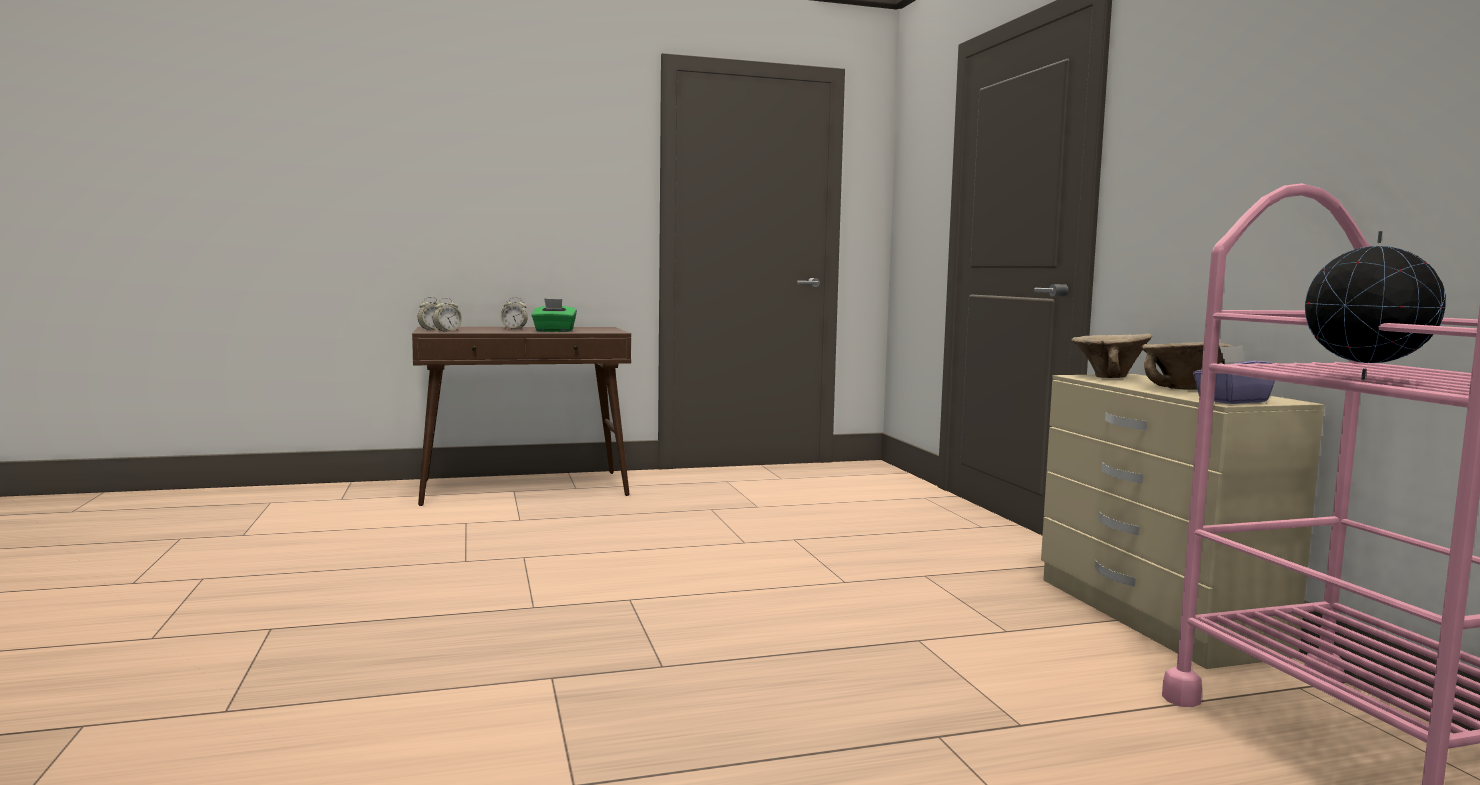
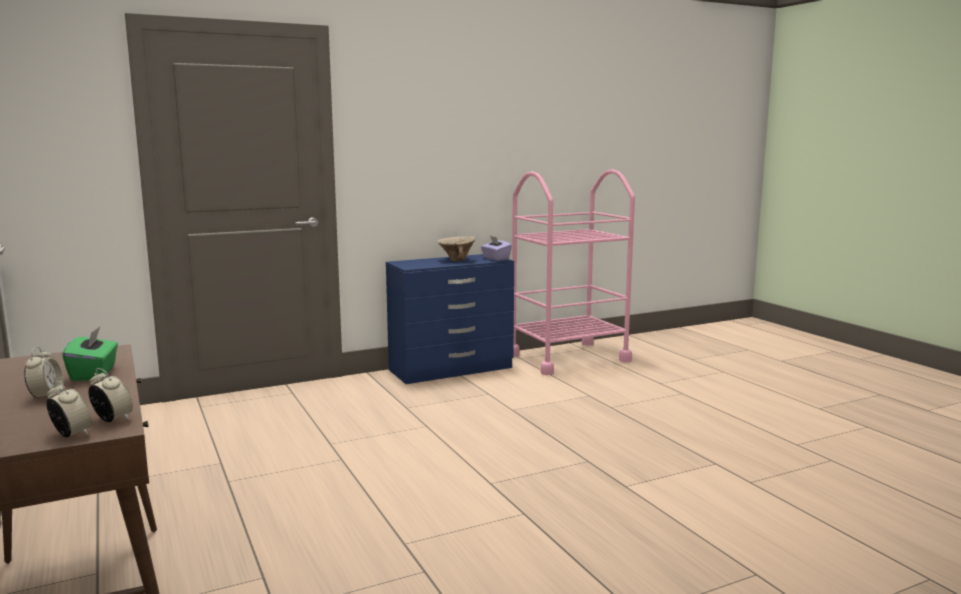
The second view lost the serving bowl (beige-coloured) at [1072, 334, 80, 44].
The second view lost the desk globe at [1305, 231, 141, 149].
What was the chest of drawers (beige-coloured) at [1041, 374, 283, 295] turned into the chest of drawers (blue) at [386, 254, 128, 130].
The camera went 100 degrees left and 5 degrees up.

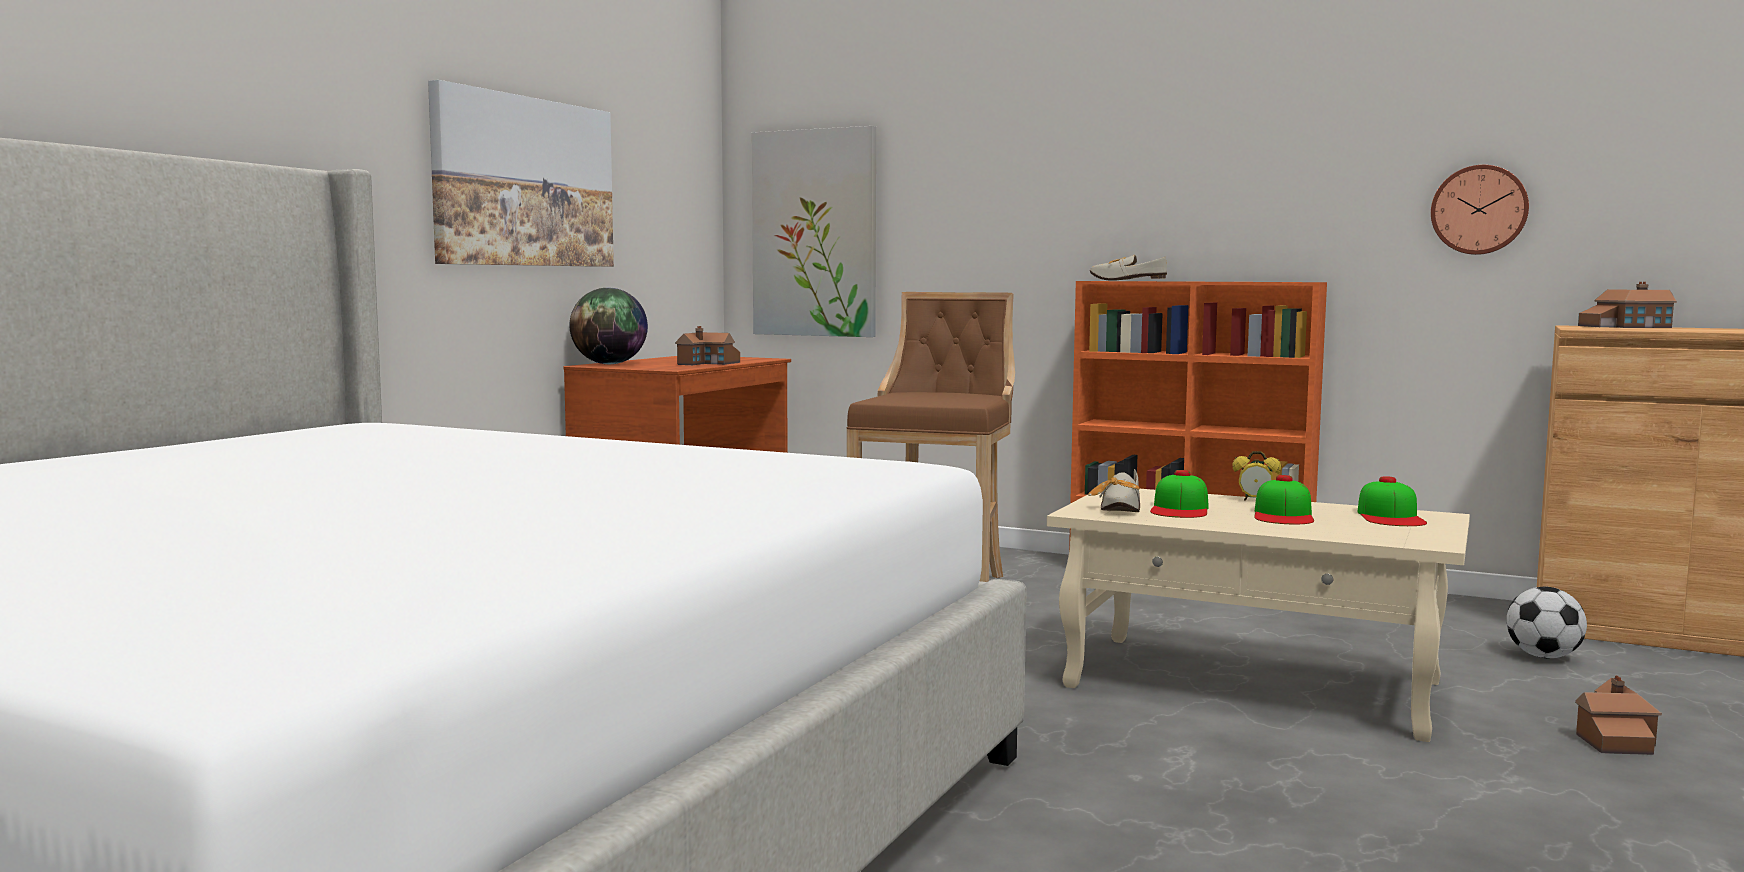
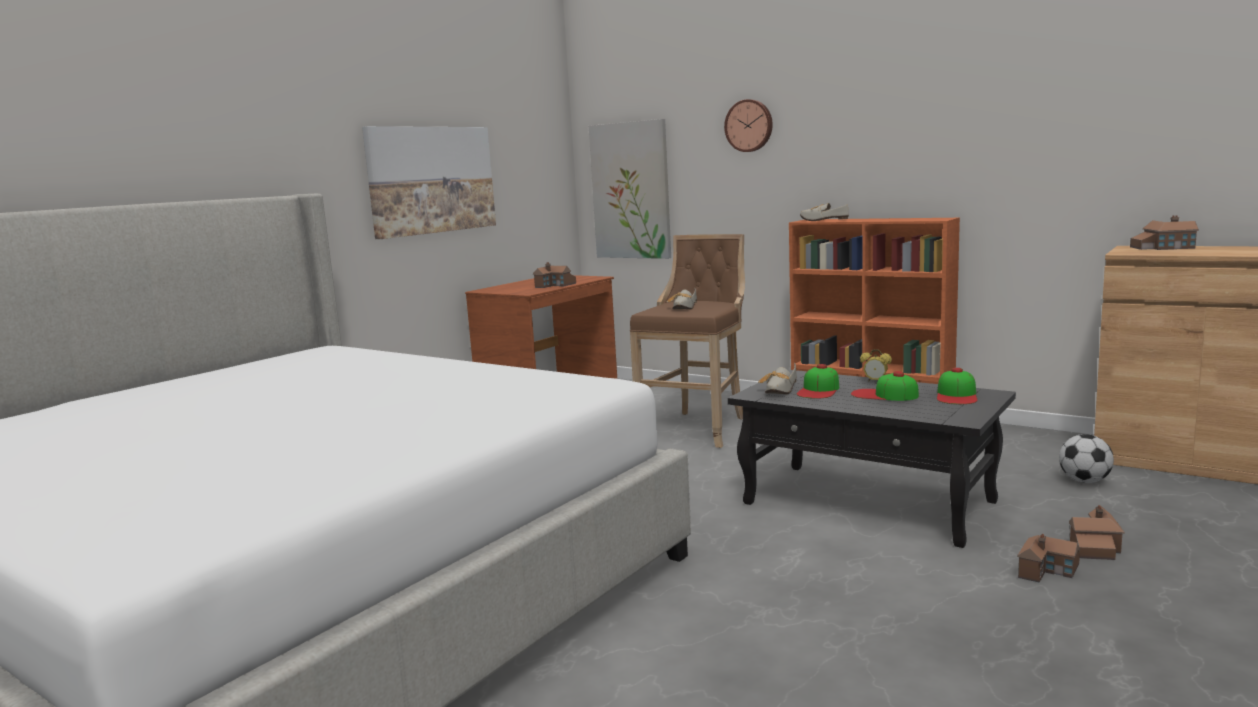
The second view lost the desk globe at [569, 288, 79, 76].
The second view gained the item of footwear at [667, 289, 30, 21].
The second view gained the toy house at [1017, 534, 63, 49].
The wall clock ended up elsewhere, having gone from [1431, 165, 98, 90] to [724, 99, 49, 53].
What was the lounge table (beige-coloured) at [1047, 489, 423, 253] turned into the lounge table (black) at [728, 369, 288, 179].
The peaked cap at [1254, 475, 60, 49] ended up facing another way, 90 degrees clockwise from before.
The camera went 10 degrees right and 5 degrees up.

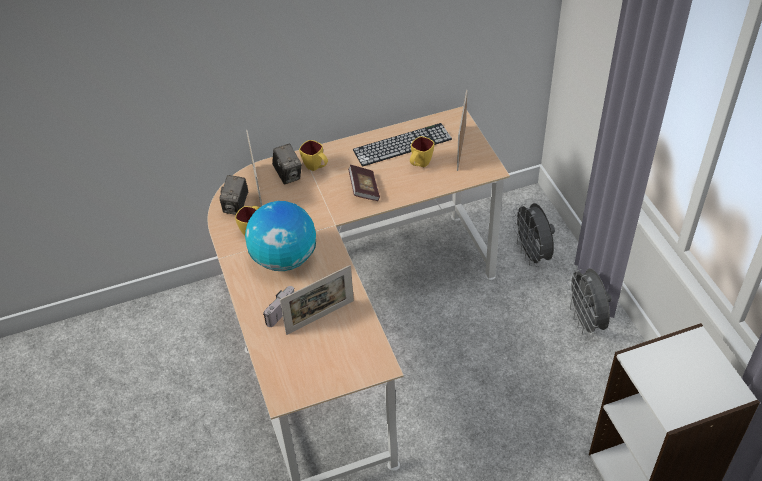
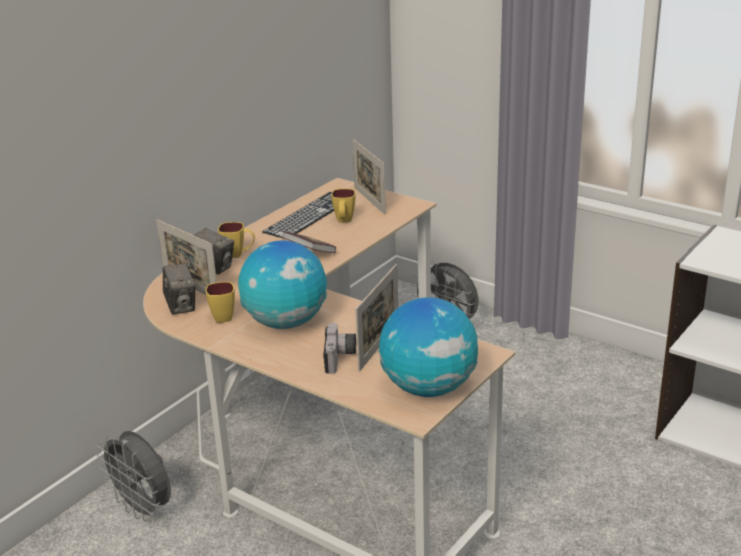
The second view gained the desk globe at [379, 297, 99, 100].
The electric fan (greyish) ended up elsewhere, having gone from [566, 268, 46, 69] to [97, 431, 74, 91].
The camera went 35 degrees left and 20 degrees down.

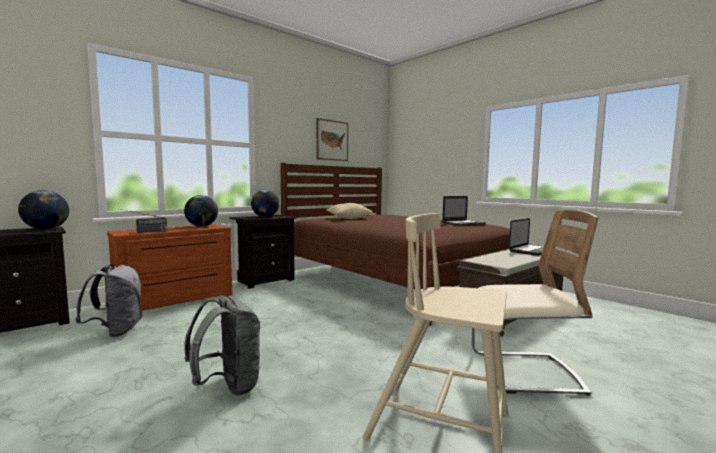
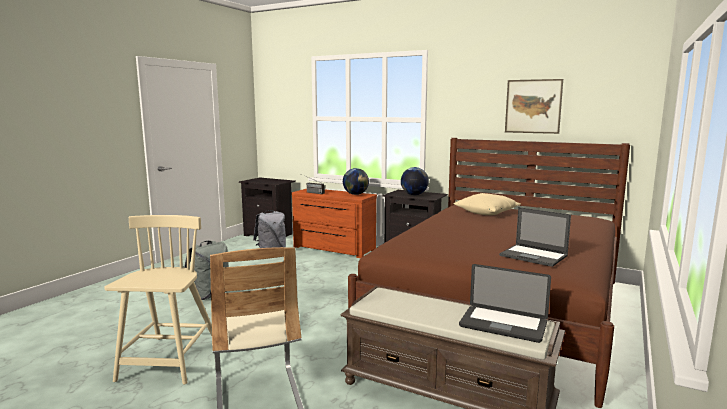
The second view lost the desk globe at [18, 190, 51, 40].
The camera went 70 degrees right and 5 degrees up.

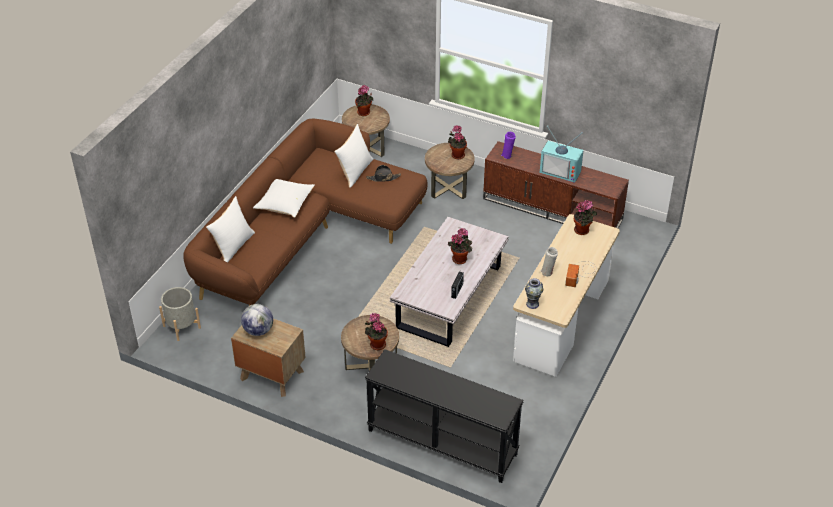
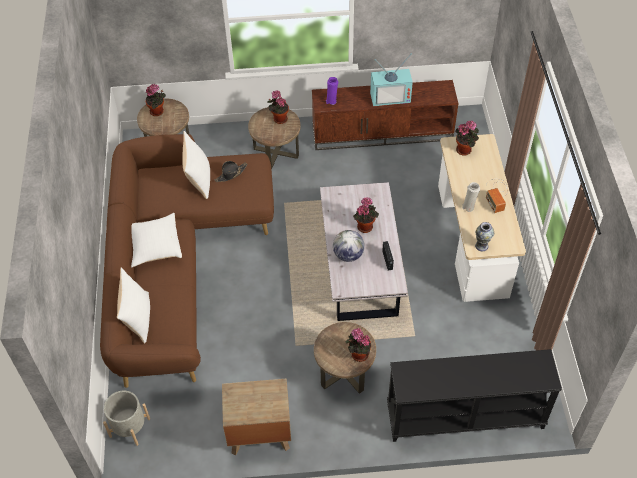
The desk globe ended up elsewhere, having gone from [241, 304, 32, 32] to [333, 230, 32, 32].
The camera went 30 degrees left and 10 degrees up.

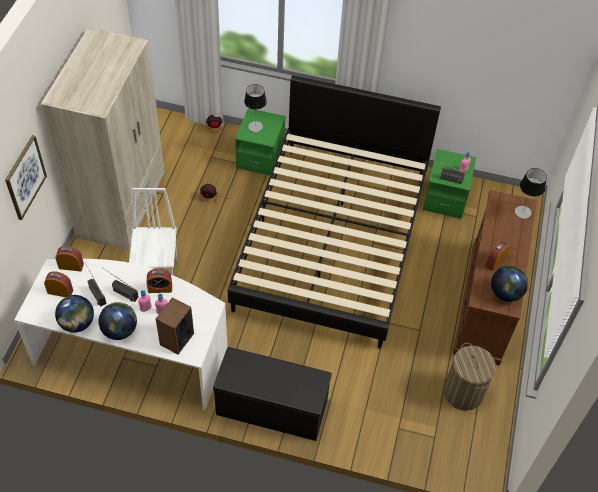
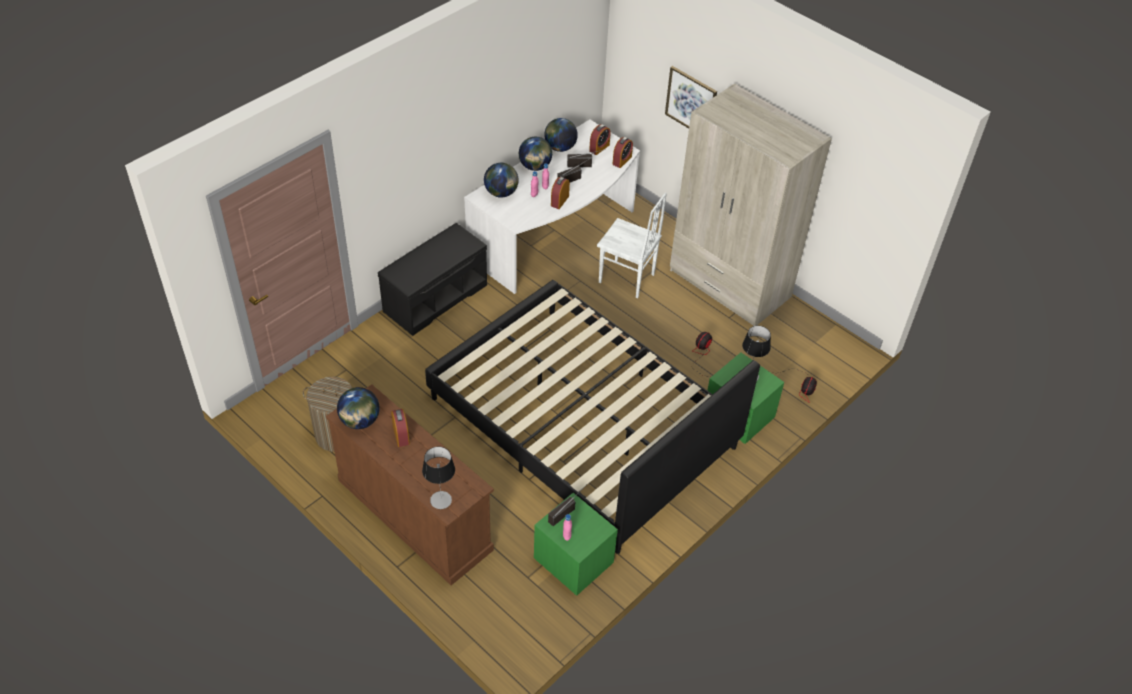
Where the audio speaker stood at [156, 297, 38, 58], the desk globe came to stand at [484, 163, 35, 35].
The camera went 120 degrees right and 5 degrees down.

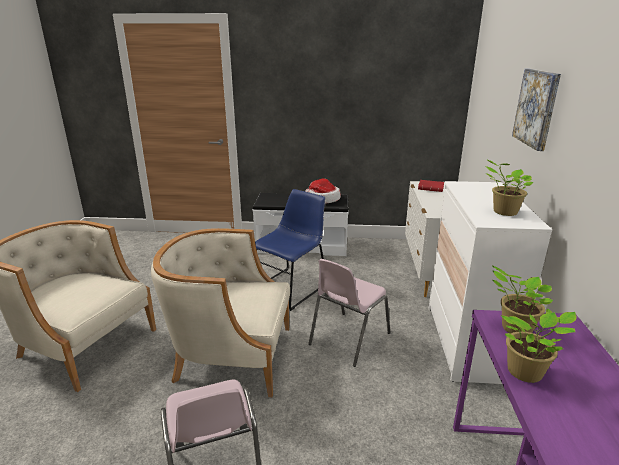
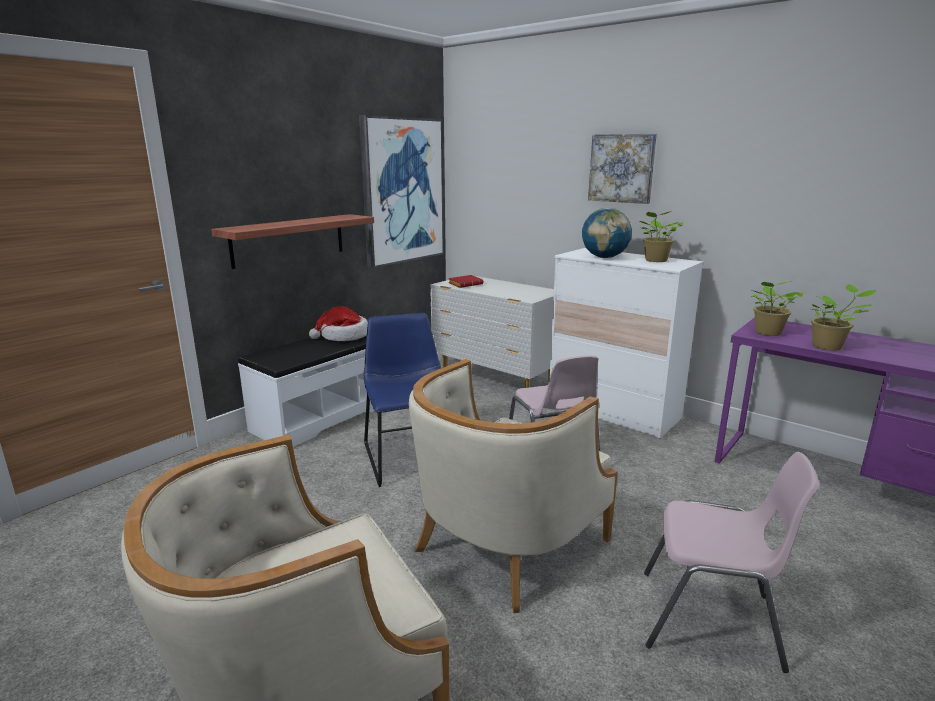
The second view gained the bracket shelf at [211, 214, 163, 55].
The second view gained the picture at [359, 115, 85, 153].
The second view gained the desk globe at [582, 208, 50, 50].
The camera went 55 degrees left and 5 degrees down.

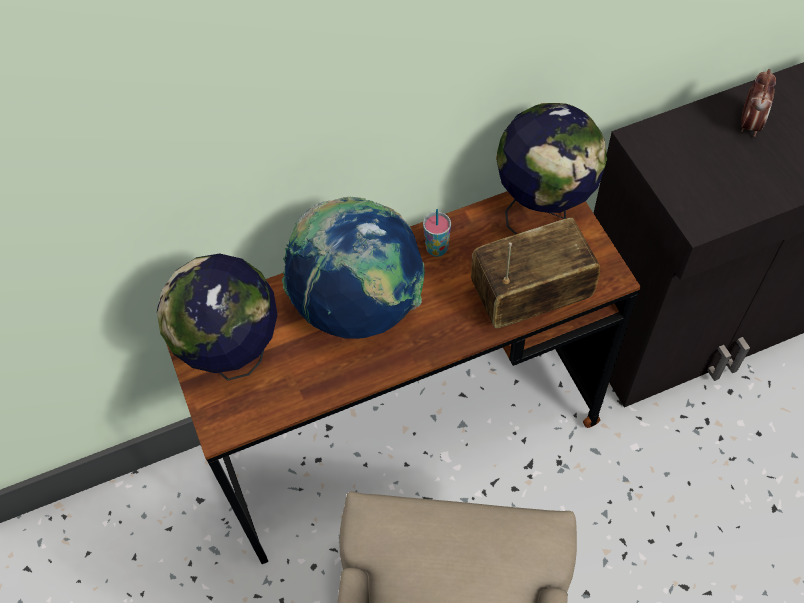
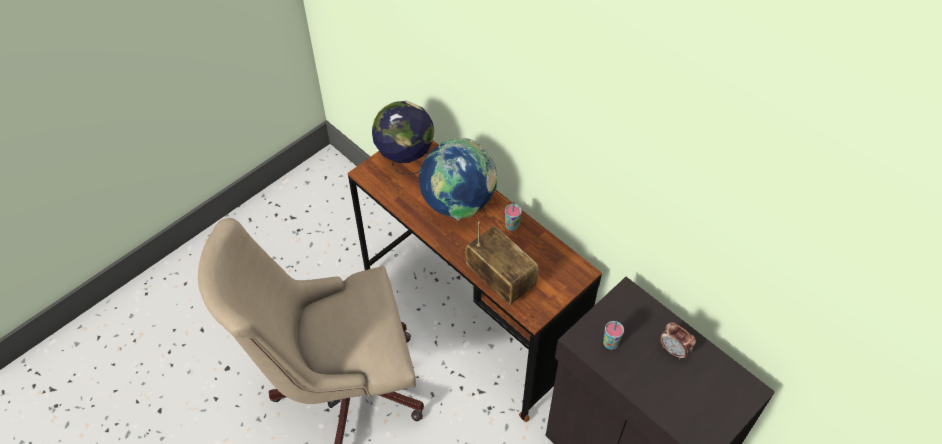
The second view lost the desk globe at [496, 103, 111, 132].
The second view gained the small cup at [603, 321, 21, 29].
The alarm clock at [741, 69, 35, 68] ended up facing another way, 45 degrees clockwise from before.
The camera went 65 degrees right and 5 degrees down.

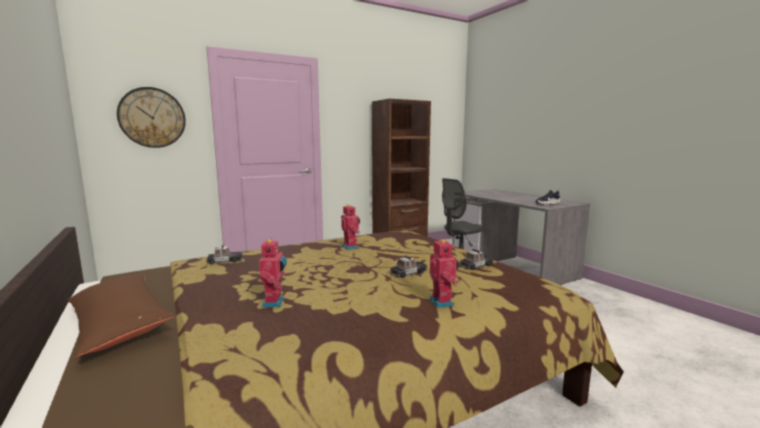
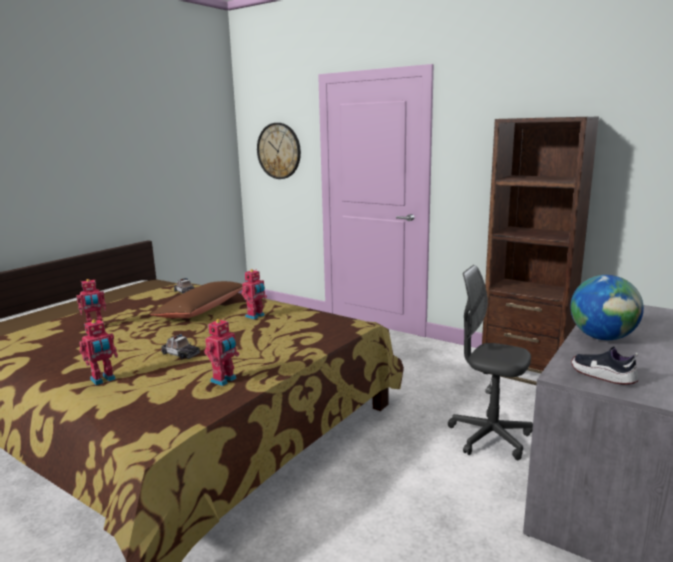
The second view gained the desk globe at [570, 275, 74, 65].
The throw pillow (brown-coloured) ended up elsewhere, having gone from [68, 274, 106, 83] to [150, 281, 93, 37].
Where the model car stood at [459, 249, 35, 21], the model robot came to stand at [204, 318, 35, 68].
The camera went 65 degrees right and 5 degrees up.

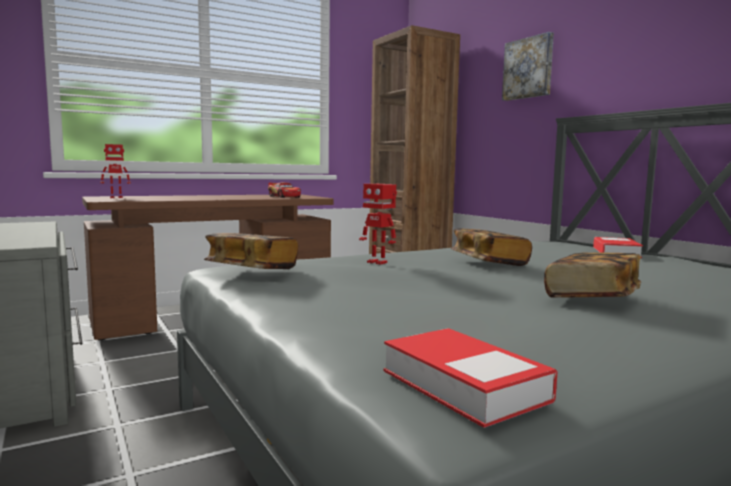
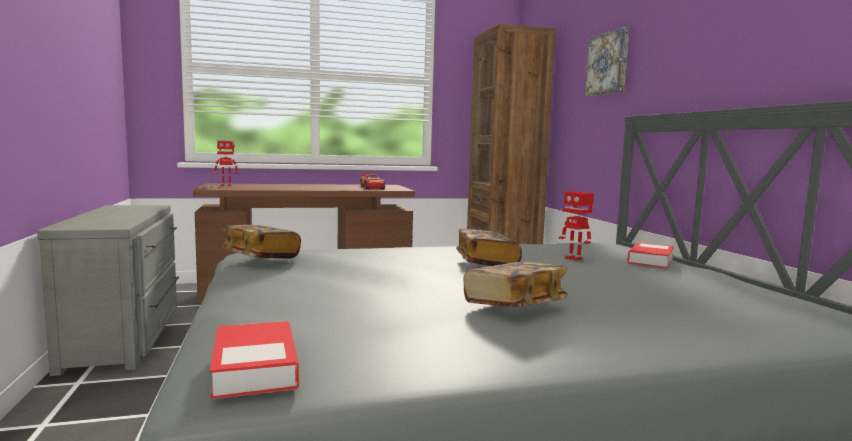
The model robot ended up elsewhere, having gone from [359, 184, 38, 81] to [559, 191, 35, 70].
The camera went 15 degrees right and 0 degrees up.

